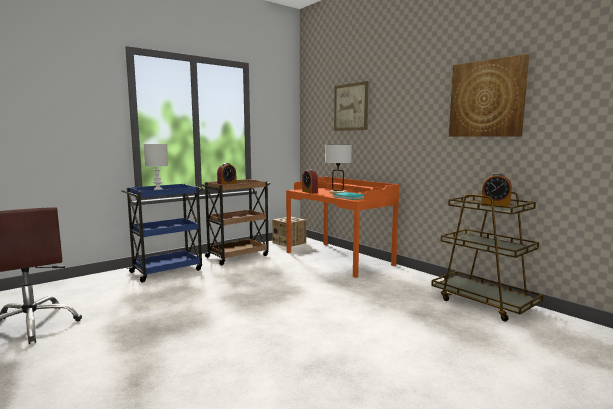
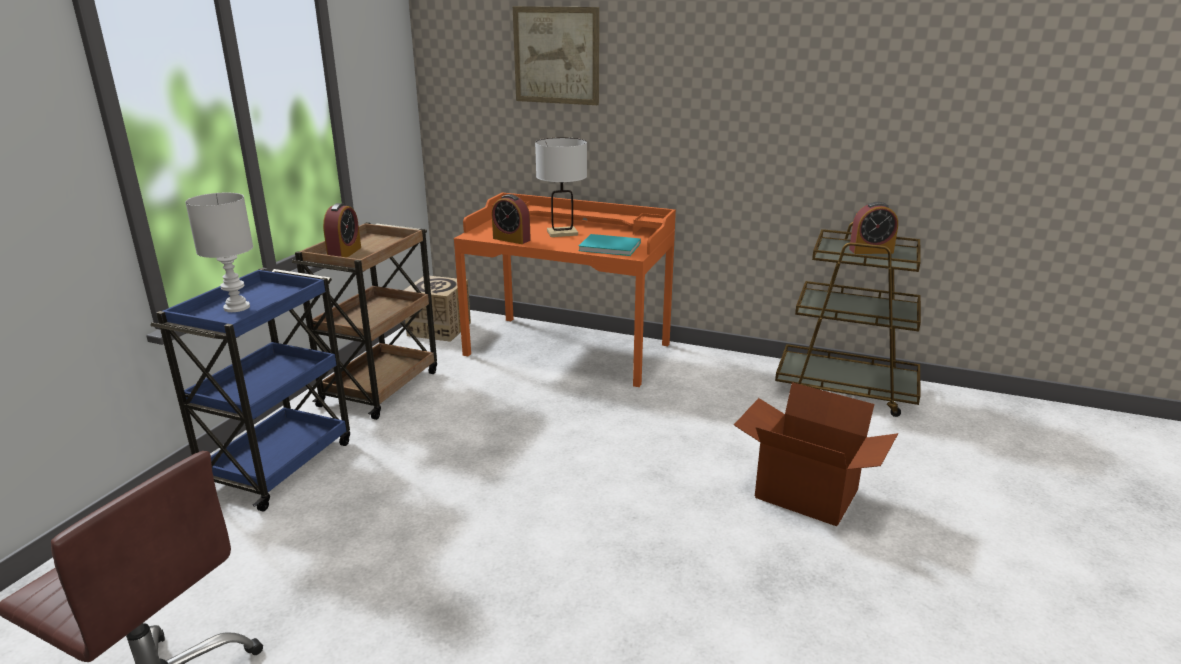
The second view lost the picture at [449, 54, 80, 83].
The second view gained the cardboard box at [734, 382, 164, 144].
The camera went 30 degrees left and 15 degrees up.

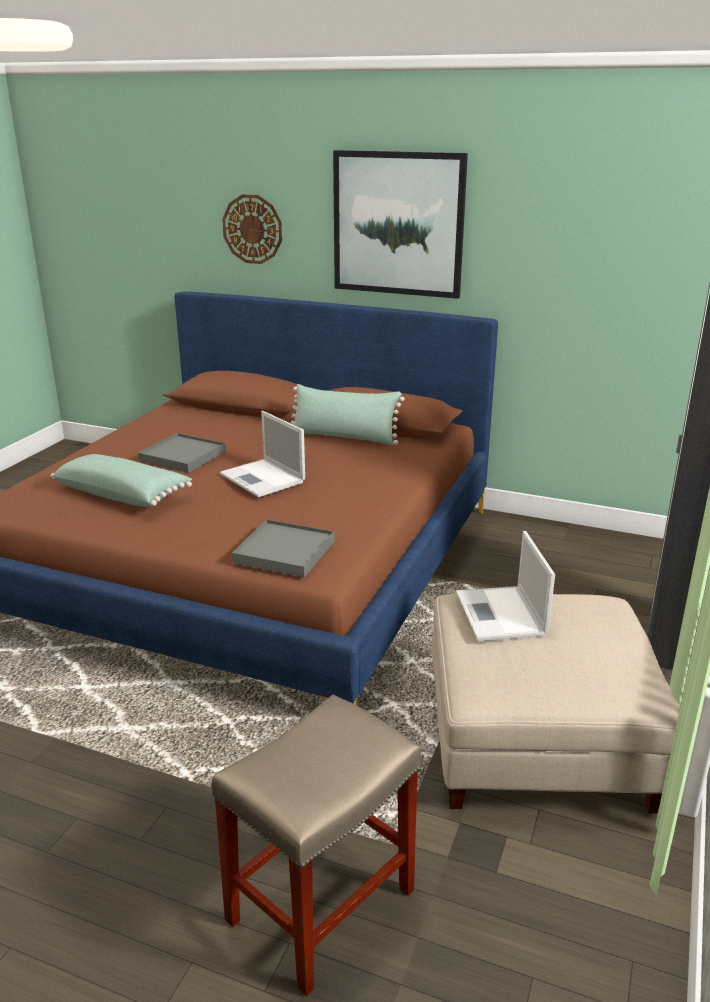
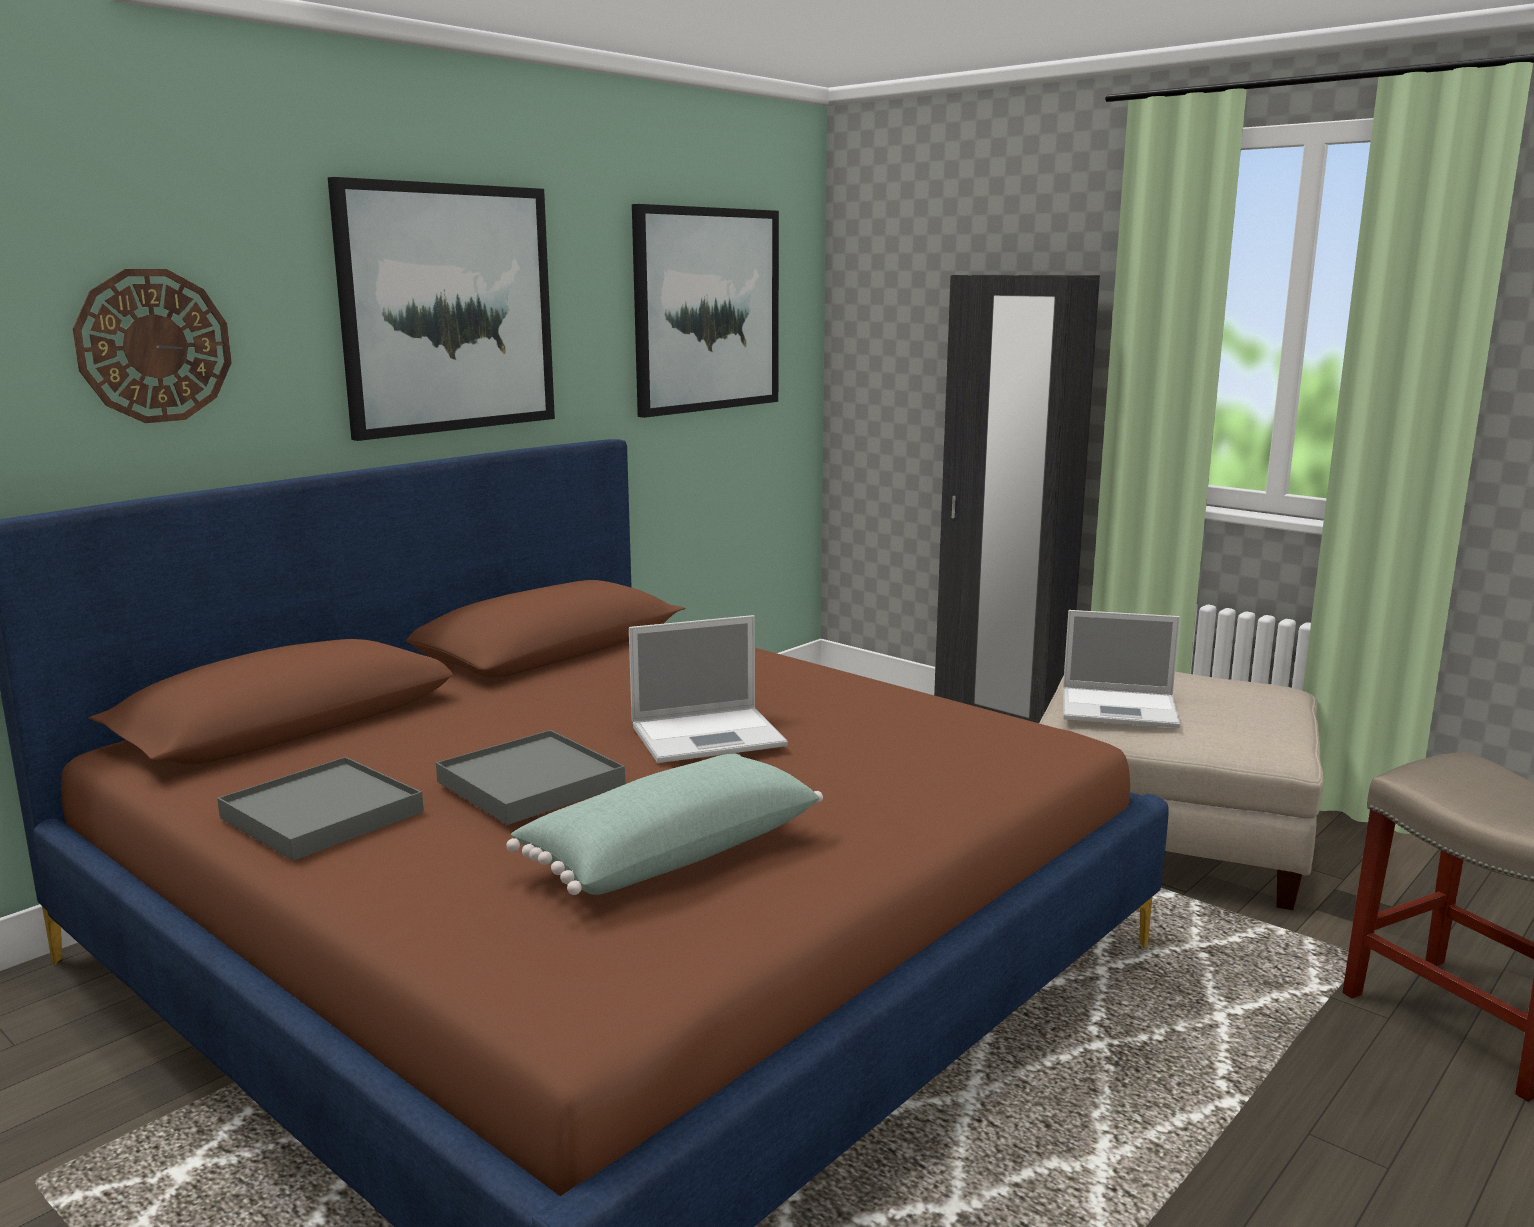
The second view lost the throw pillow (greenish) at [291, 384, 113, 61].
The second view gained the picture at [632, 204, 147, 214].
The serving tray (greyish) ended up elsewhere, having gone from [232, 519, 102, 58] to [217, 757, 207, 104].
The camera went 70 degrees left and 10 degrees down.

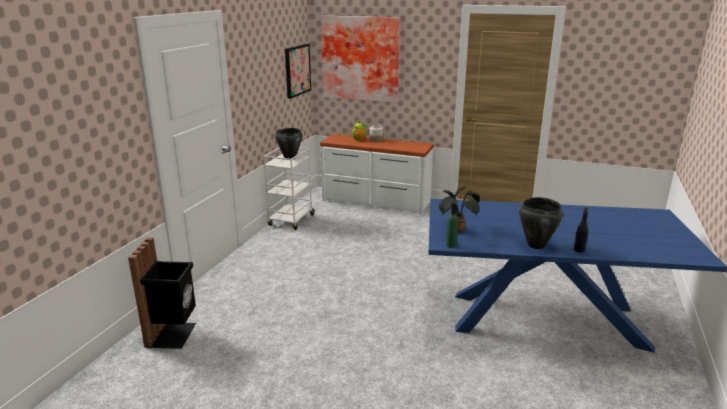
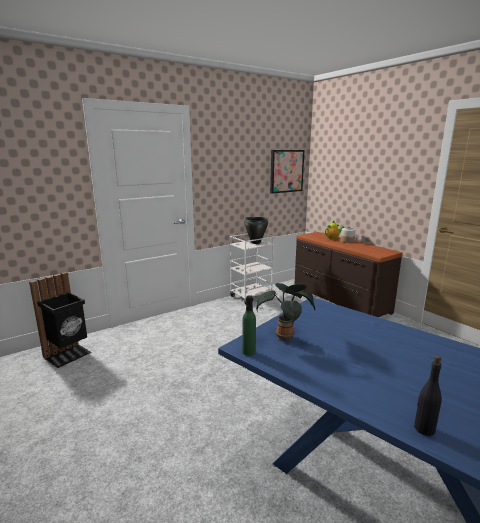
The second view lost the picture at [321, 15, 79, 88].
The second view lost the saucepot (black) at [519, 197, 44, 52].
What was the chest of drawers (white) at [320, 134, 114, 81] turned into the chest of drawers (brown-coloured) at [295, 232, 108, 85].
The camera went 35 degrees right and 5 degrees down.

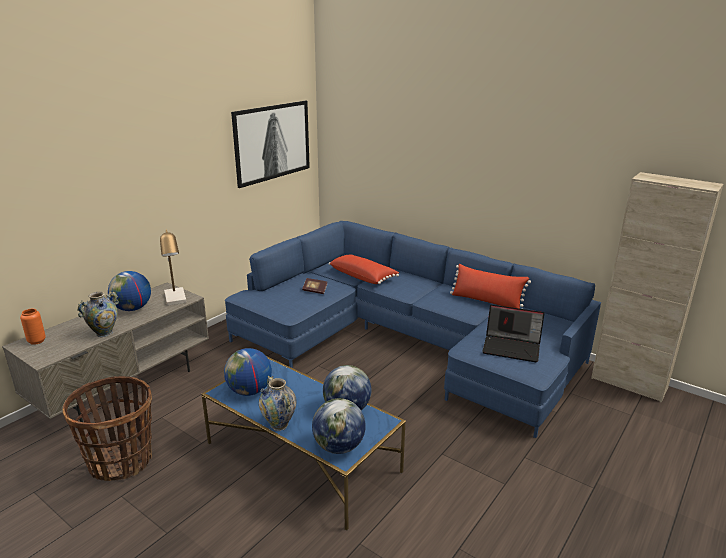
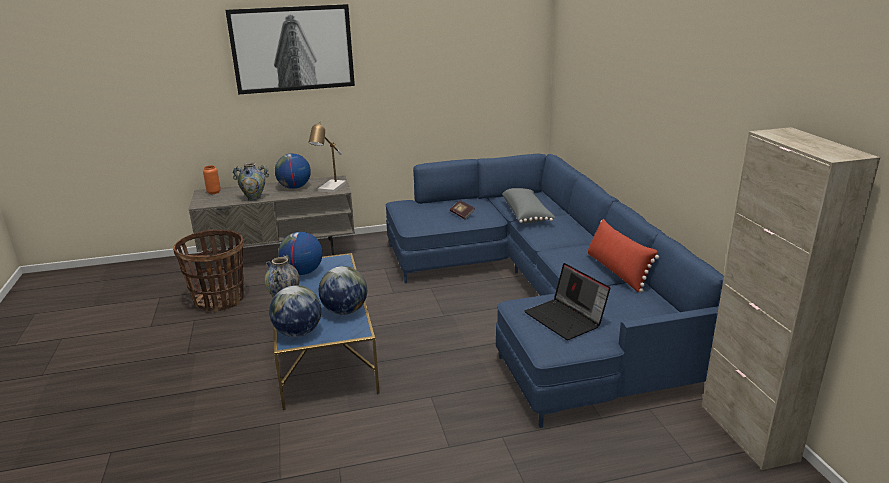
The picture ended up elsewhere, having gone from [231, 101, 79, 87] to [225, 4, 130, 91].
What was the throw pillow (reddish) at [329, 254, 70, 30] turned into the throw pillow (greyish) at [502, 188, 53, 35].
The camera went 40 degrees right and 0 degrees up.

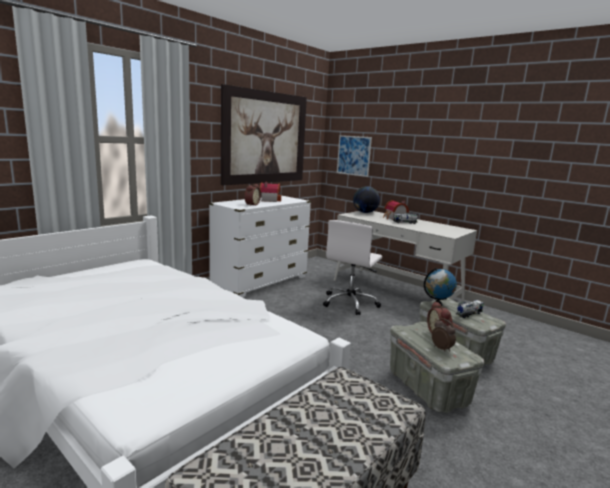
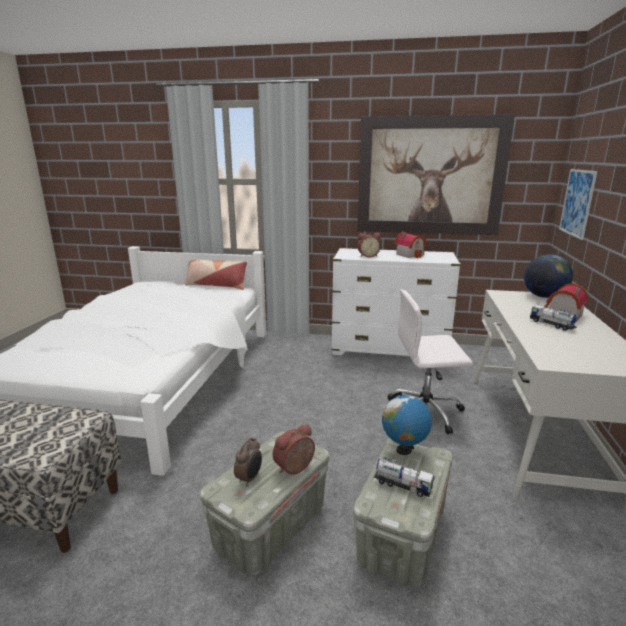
The second view gained the throw pillow at [185, 260, 62, 30].
The camera went 60 degrees right and 5 degrees up.

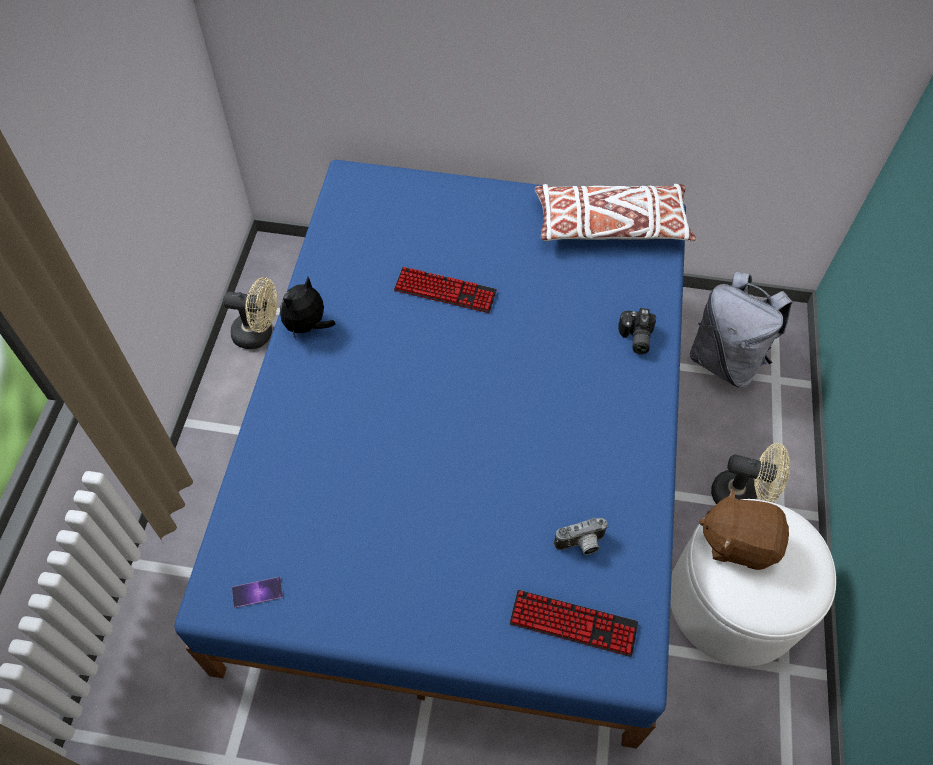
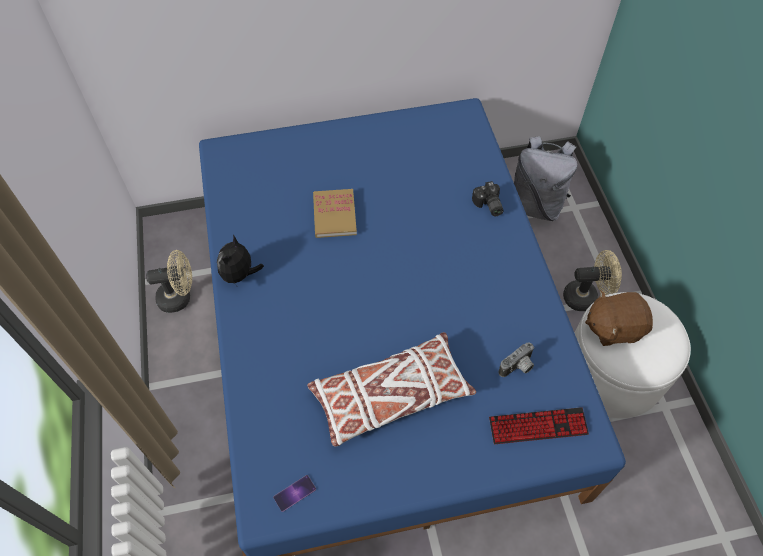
The throw pillow (white) ended up elsewhere, having gone from [535, 184, 161, 57] to [307, 332, 169, 115].
Where the computer keyboard stood at [394, 267, 103, 46], the book came to stand at [313, 189, 44, 49].
The camera went 20 degrees left and 0 degrees up.

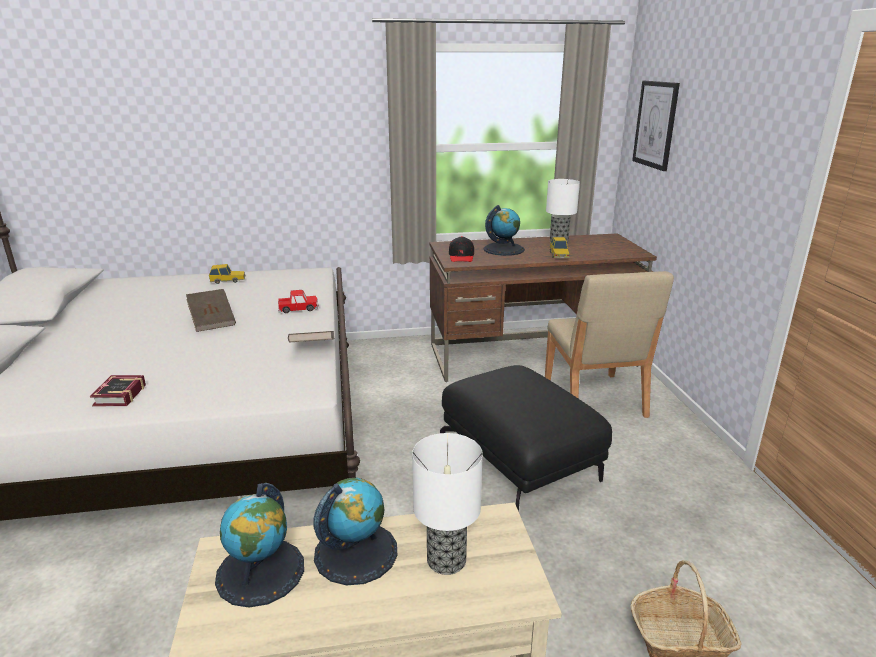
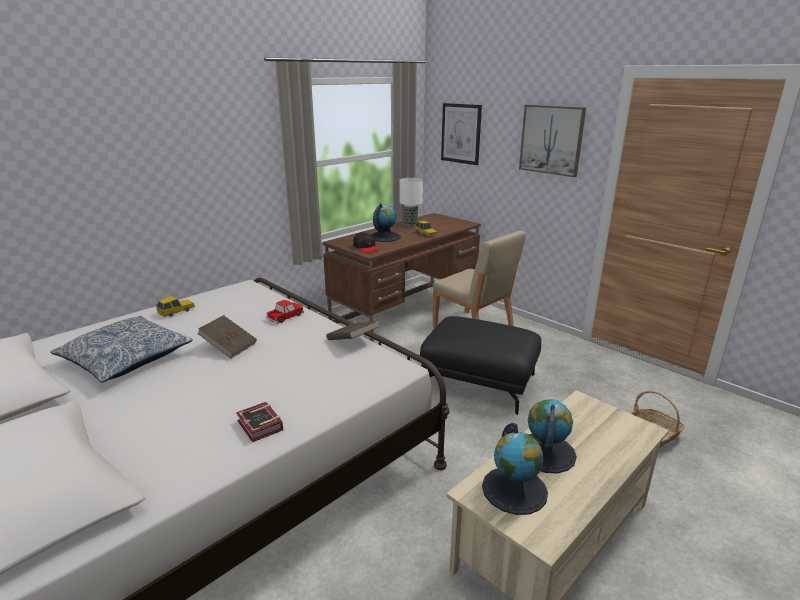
The second view lost the tabletop lamp at [412, 433, 71, 142].
The second view gained the throw pillow at [50, 316, 143, 67].
The second view gained the picture at [519, 105, 67, 72].
The camera went 35 degrees left and 0 degrees up.

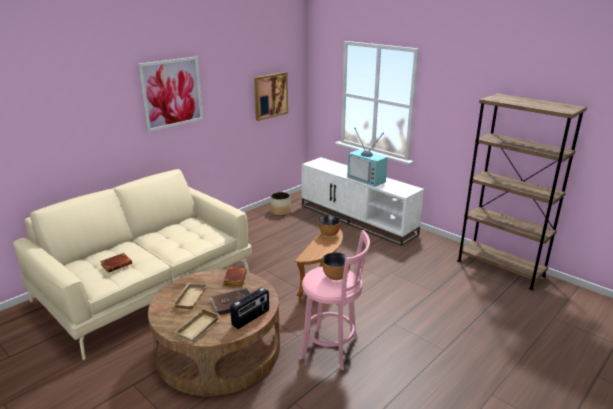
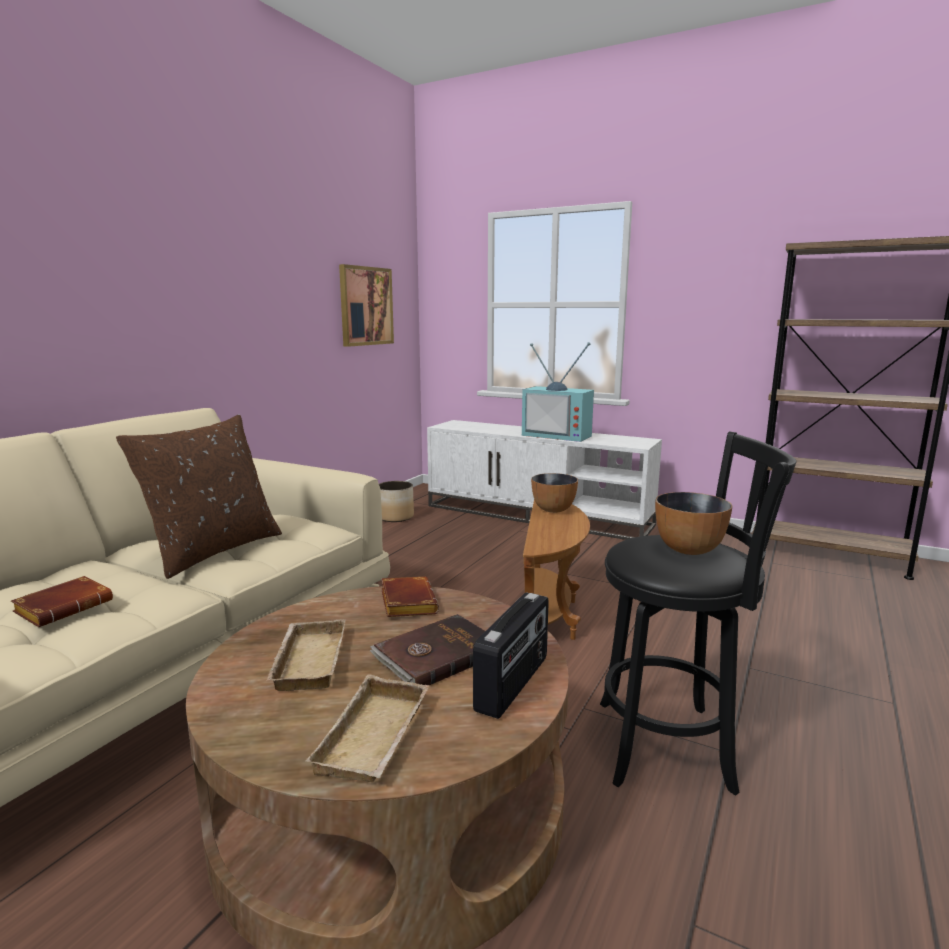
The second view lost the picture at [138, 56, 65, 76].
The second view gained the throw pillow (brown-coloured) at [116, 415, 166, 164].
What was the stool seat (pink-coloured) at [299, 230, 71, 140] turned into the stool seat (black) at [600, 432, 196, 364].
The camera went 15 degrees left and 10 degrees down.

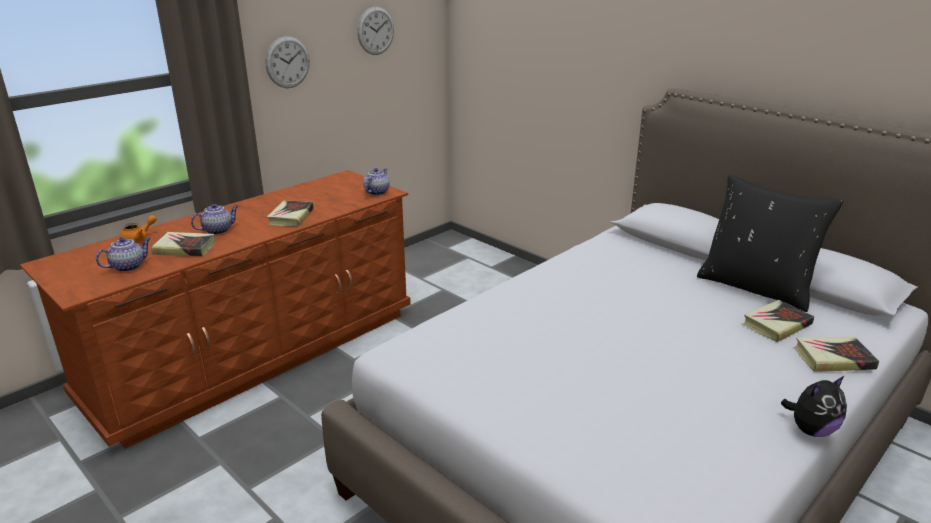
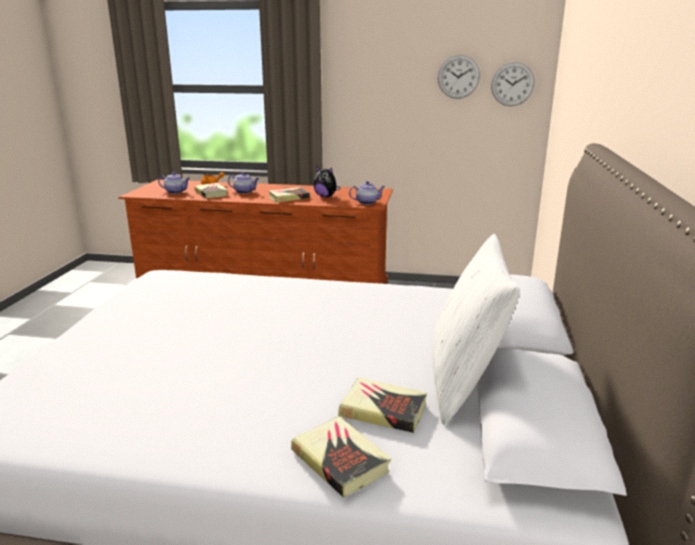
The wall clock ended up elsewhere, having gone from [265, 36, 45, 52] to [491, 62, 44, 44].
The plush toy ended up elsewhere, having gone from [781, 376, 66, 61] to [313, 166, 28, 31].
What was the throw pillow (black) at [697, 175, 146, 137] turned into the throw pillow (white) at [433, 234, 87, 191].
The camera went 55 degrees right and 5 degrees down.

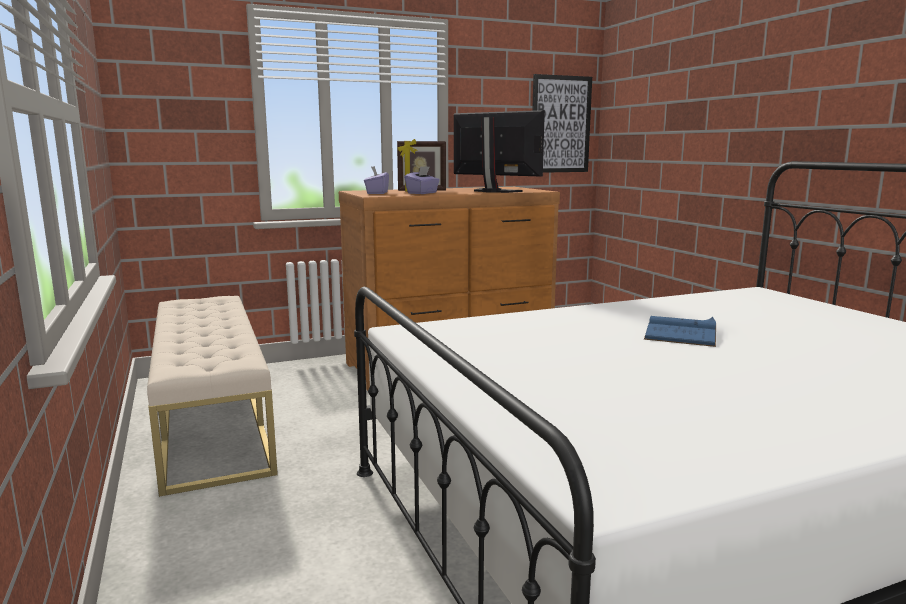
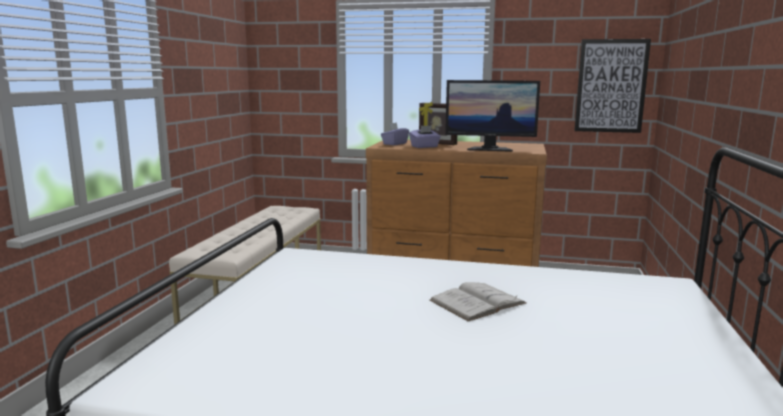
What was the book (blue) at [644, 316, 72, 31] turned into the book (white) at [430, 282, 96, 39].
The computer screen at [454, 110, 91, 83] ended up facing another way, 120 degrees clockwise from before.
The camera went 35 degrees right and 0 degrees up.

